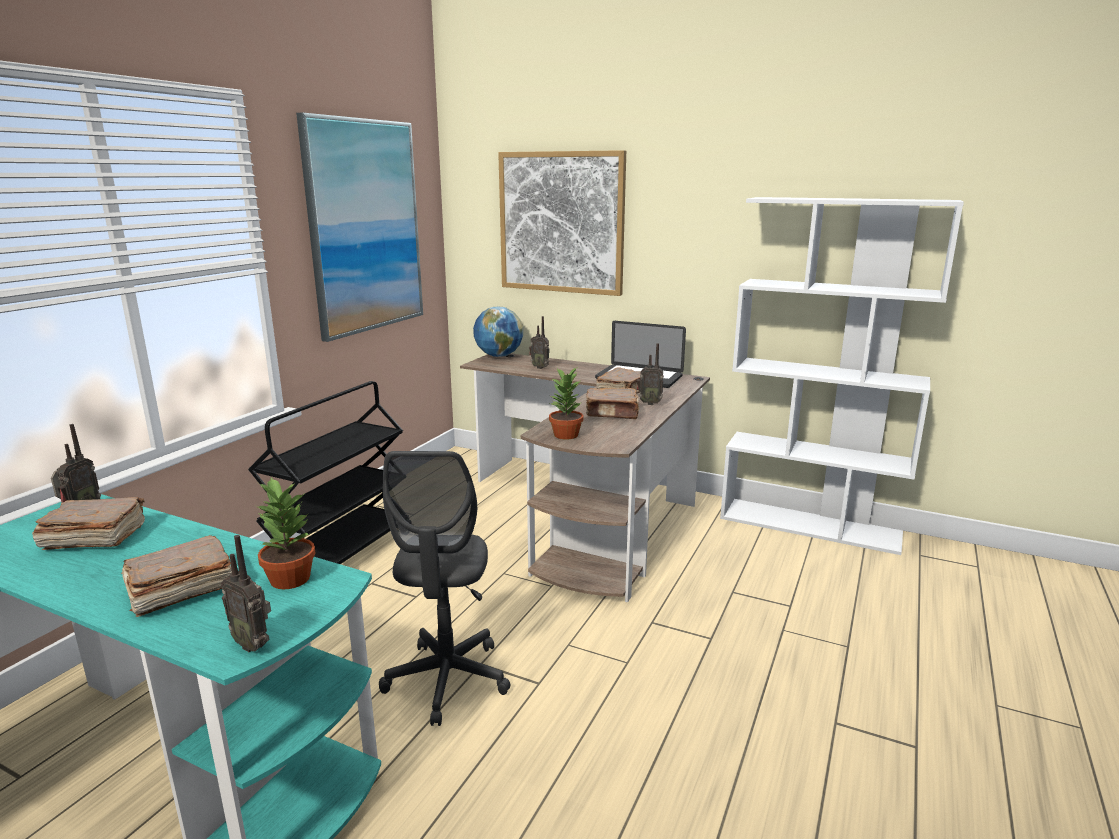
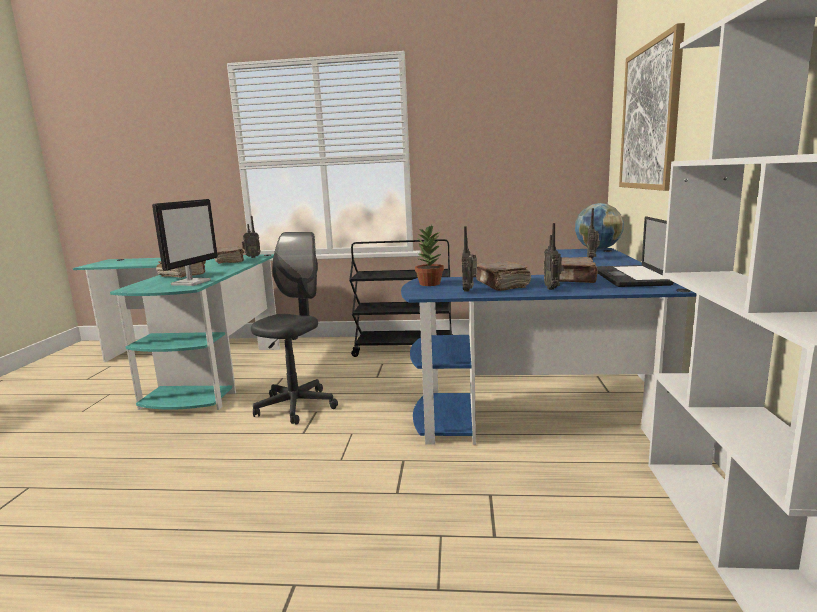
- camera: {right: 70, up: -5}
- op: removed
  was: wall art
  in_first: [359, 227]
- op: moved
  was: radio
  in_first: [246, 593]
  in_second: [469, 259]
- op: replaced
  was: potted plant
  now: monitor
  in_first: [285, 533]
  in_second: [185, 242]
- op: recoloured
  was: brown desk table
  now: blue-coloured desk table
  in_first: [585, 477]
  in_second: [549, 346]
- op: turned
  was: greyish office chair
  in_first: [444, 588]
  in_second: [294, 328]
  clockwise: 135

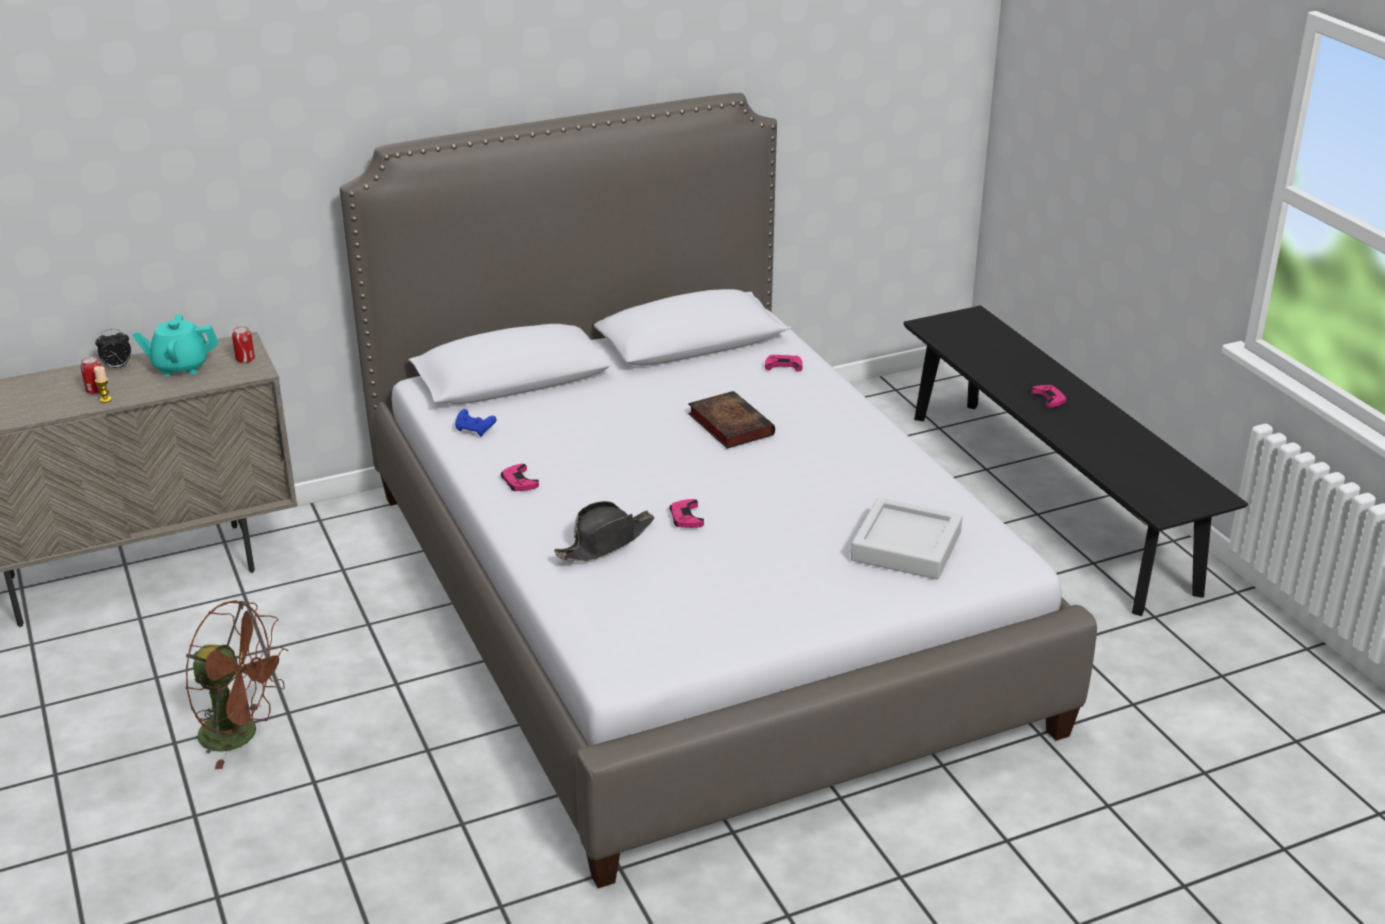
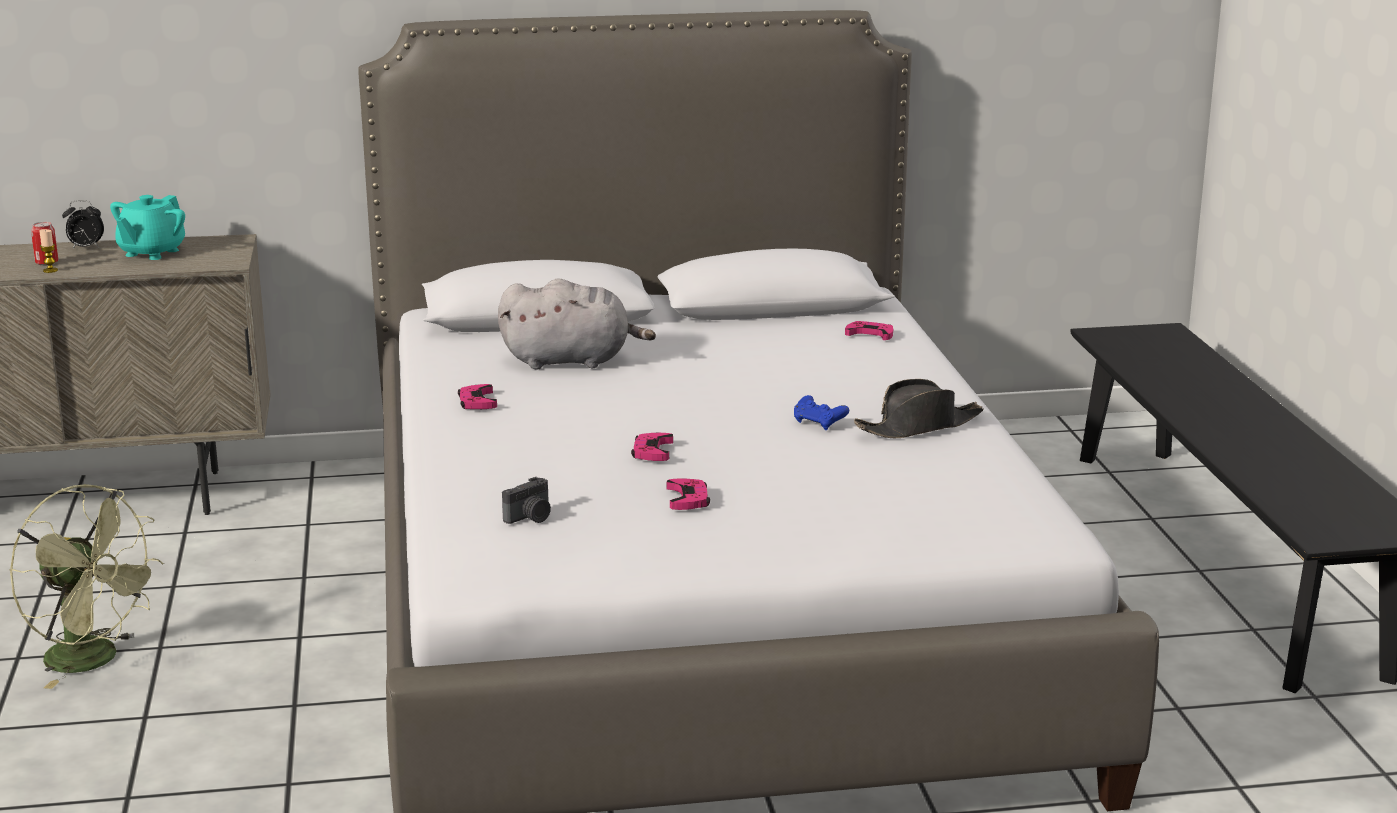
- camera: {right: 15, up: -10}
- op: removed
  was: metal can
  in_first: [243, 344]
- op: removed
  was: bound book
  in_first: [731, 420]
- op: removed
  was: greyish tray
  in_first: [907, 538]
- op: added
  now: greyish soft toy
  in_second: [577, 323]
- op: added
  now: still camera
  in_second: [526, 500]
- op: moved
  was: blue-coloured game controller
  in_first: [475, 422]
  in_second: [821, 412]
- op: moved
  was: black hat
  in_first: [604, 531]
  in_second: [919, 408]
- op: moved
  was: pink game controller
  in_first: [1049, 396]
  in_second: [688, 494]
- op: recoloured
  was: brown fan
  now: green fan
  in_first: [237, 684]
  in_second: [87, 586]
- op: turned
  was: turquoise tea pot
  in_first: [175, 345]
  in_second: [147, 227]
  clockwise: -75

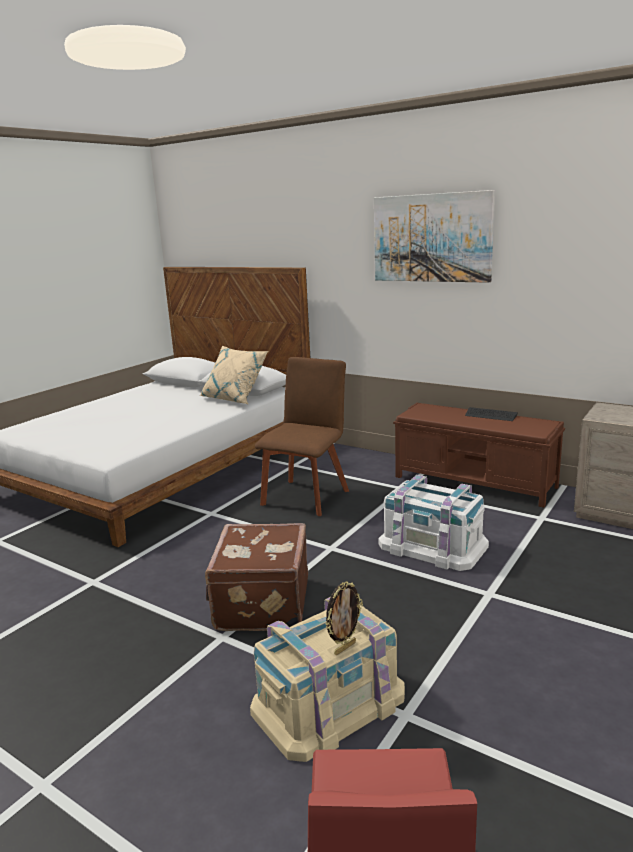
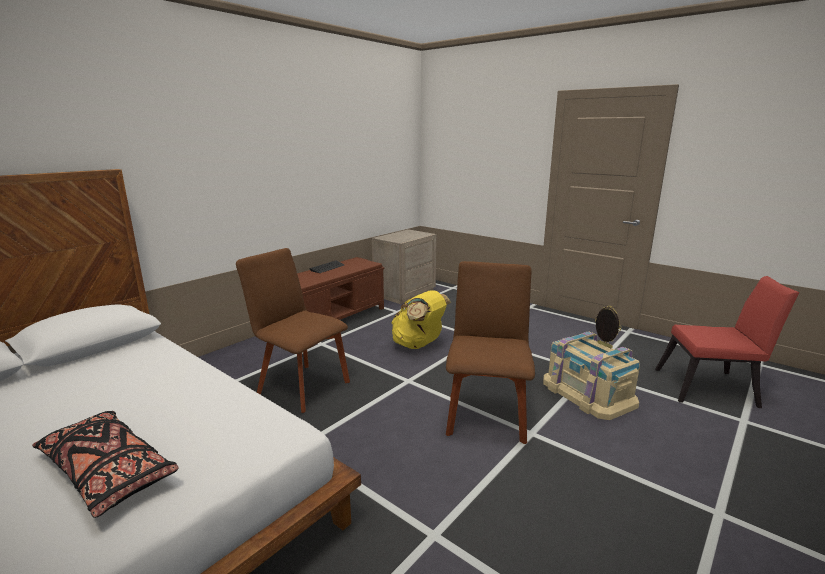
- camera: {right: -85, up: 0}
- op: removed
  was: sand-coloured pillow
  in_first: [233, 375]
- op: removed
  was: wall art
  in_first: [434, 236]
- op: added
  now: black pillow
  in_second: [105, 464]
- op: replaced
  was: brown piece of luggage
  now: brown upright chair
  in_first: [256, 577]
  in_second: [490, 352]
- op: replaced
  was: whitish storage bin
  now: yellow rucksack
  in_first: [434, 523]
  in_second: [421, 319]

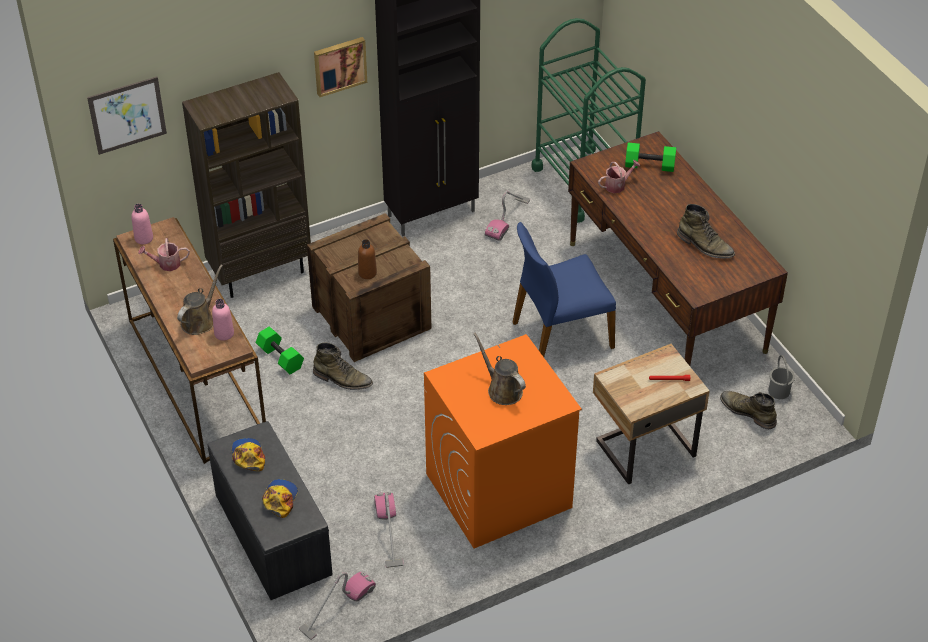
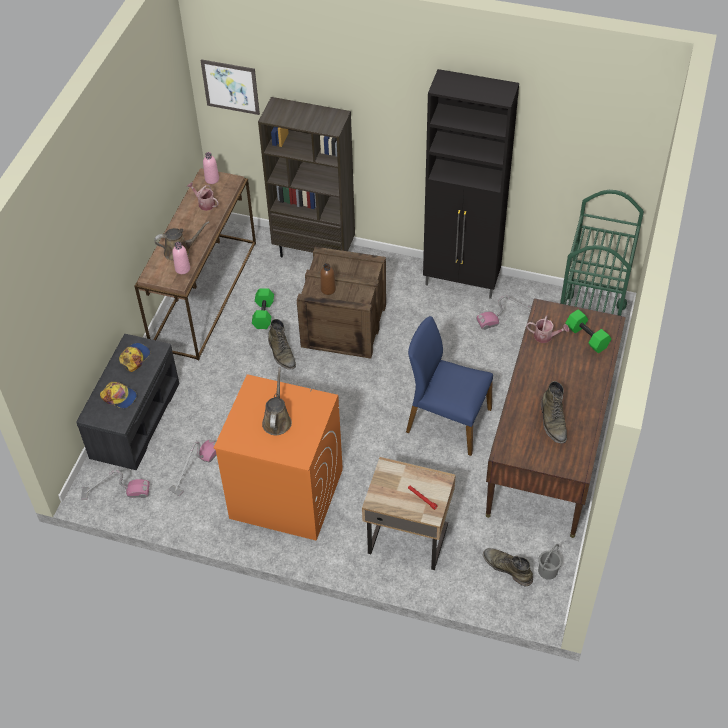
- camera: {right: 45, up: 5}
- op: removed
  was: wall art
  in_first: [340, 67]
- op: turned
  was: peaked cap
  in_first: [280, 498]
  in_second: [118, 395]
  clockwise: 60
- op: turned
  was: green boot
  in_first: [748, 410]
  in_second: [508, 567]
  clockwise: -45

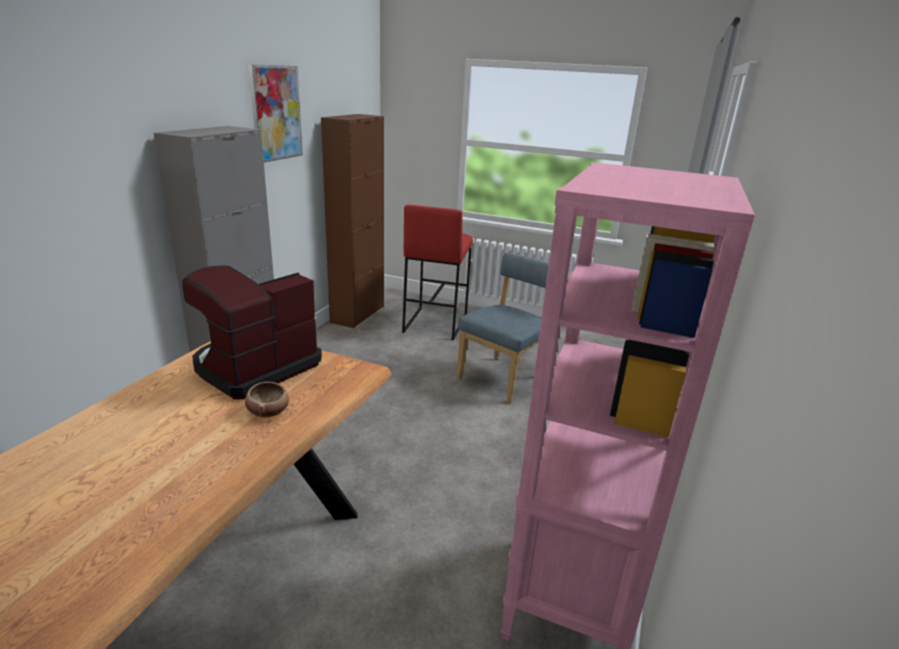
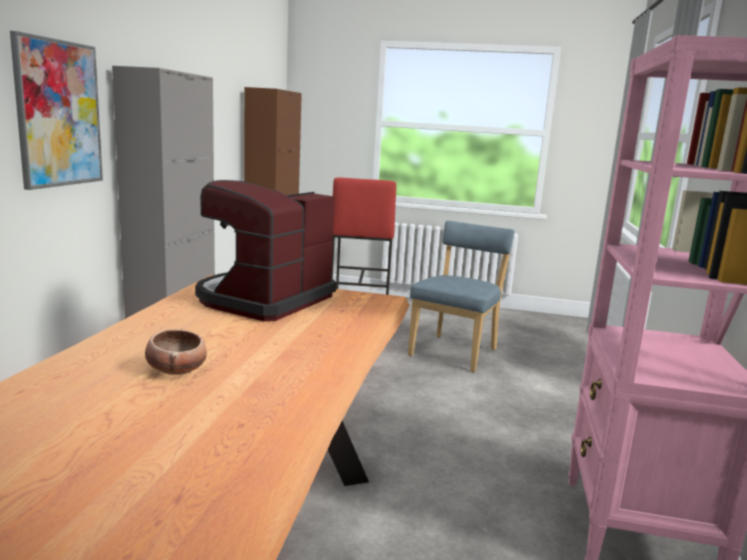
- camera: {right: -10, up: -10}
- op: moved
  was: deep dish
  in_first: [267, 400]
  in_second: [176, 352]
- op: moved
  was: wall art
  in_first: [275, 113]
  in_second: [56, 110]

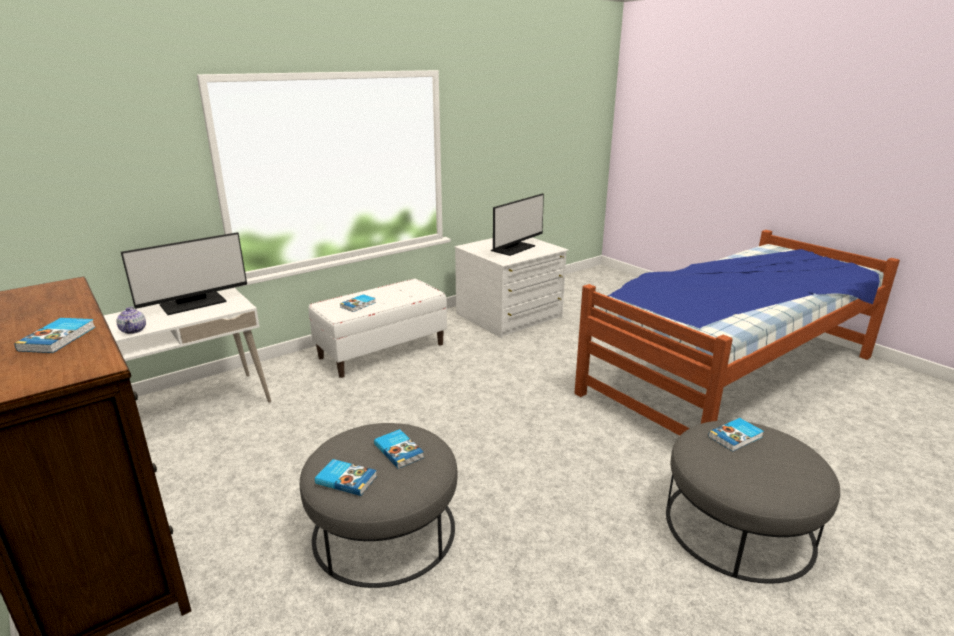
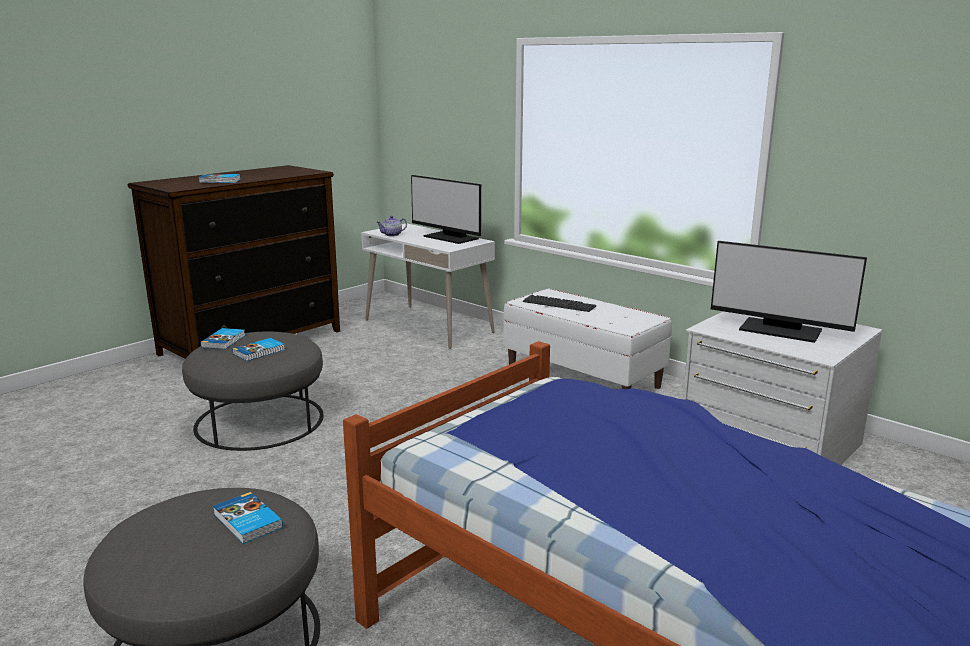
- camera: {right: 80, up: -5}
- op: replaced
  was: bound book
  now: PC keyboard
  in_first: [358, 303]
  in_second: [559, 303]

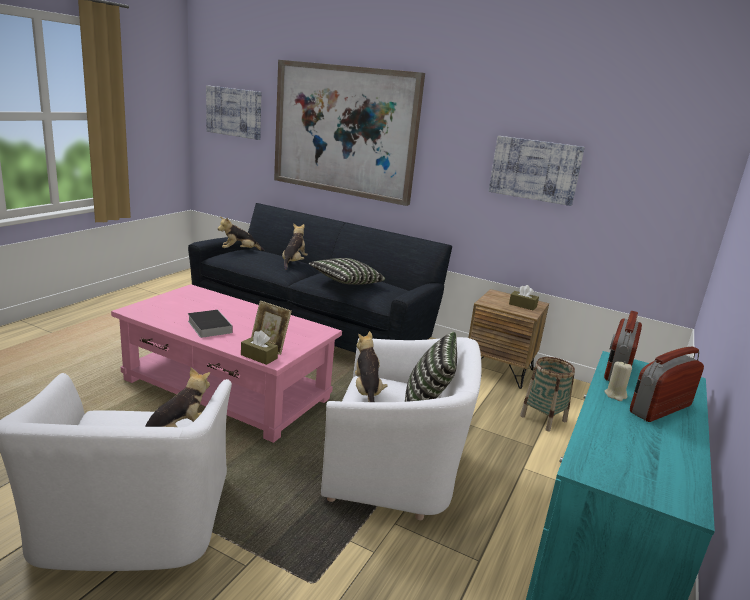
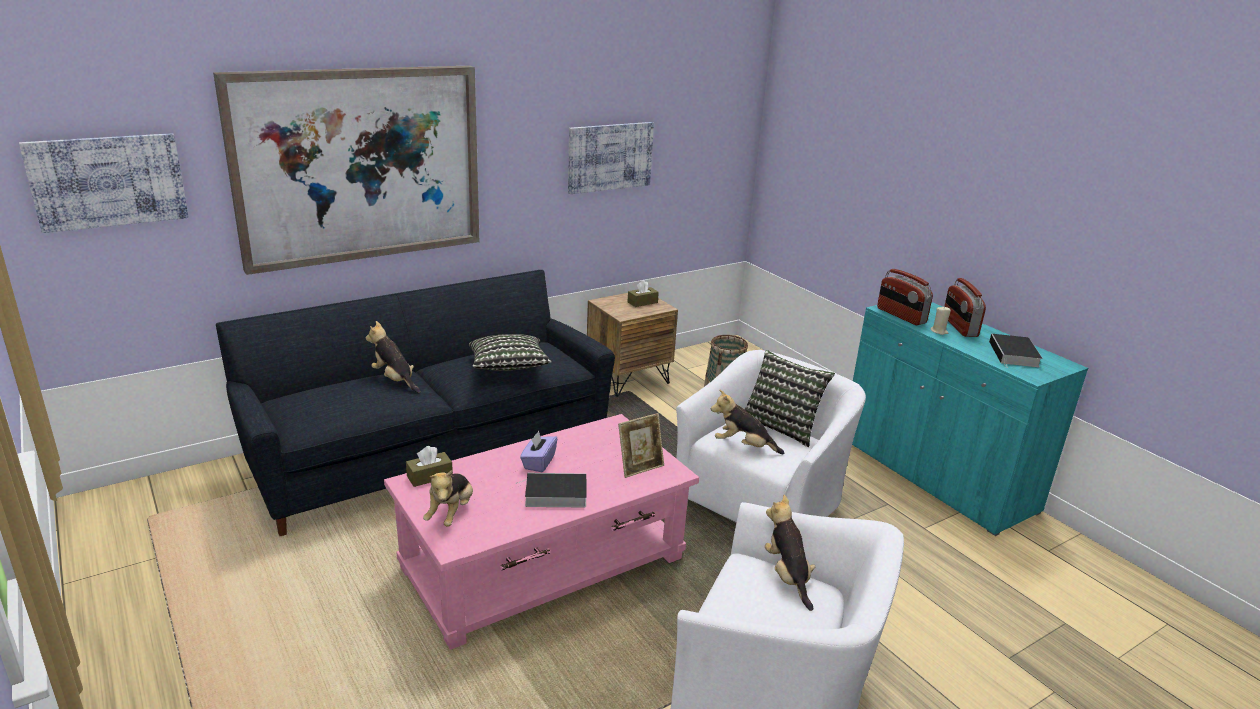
- camera: {right: -60, up: 5}
- op: added
  now: purple-coloured tissue holder
  in_second: [538, 451]
- op: added
  now: bound book
  in_second: [1015, 351]
- op: moved
  was: soft toy
  in_first: [241, 234]
  in_second: [448, 498]
- op: moved
  was: brown tissue holder
  in_first: [259, 347]
  in_second: [429, 466]

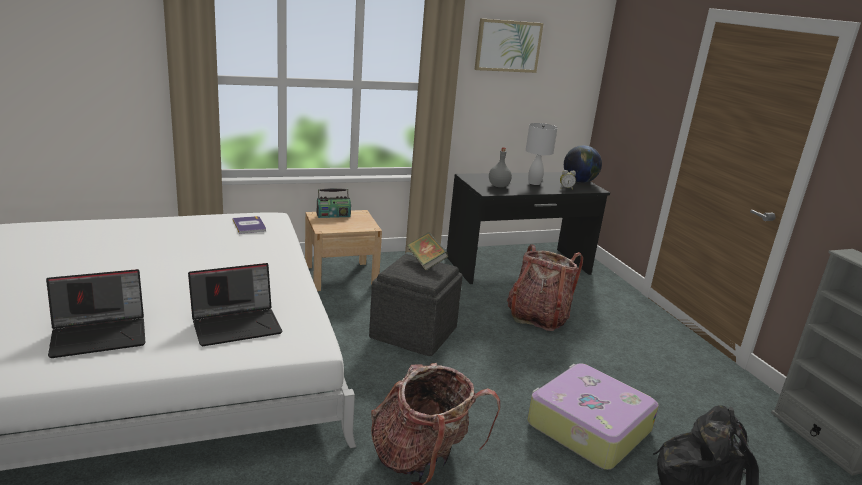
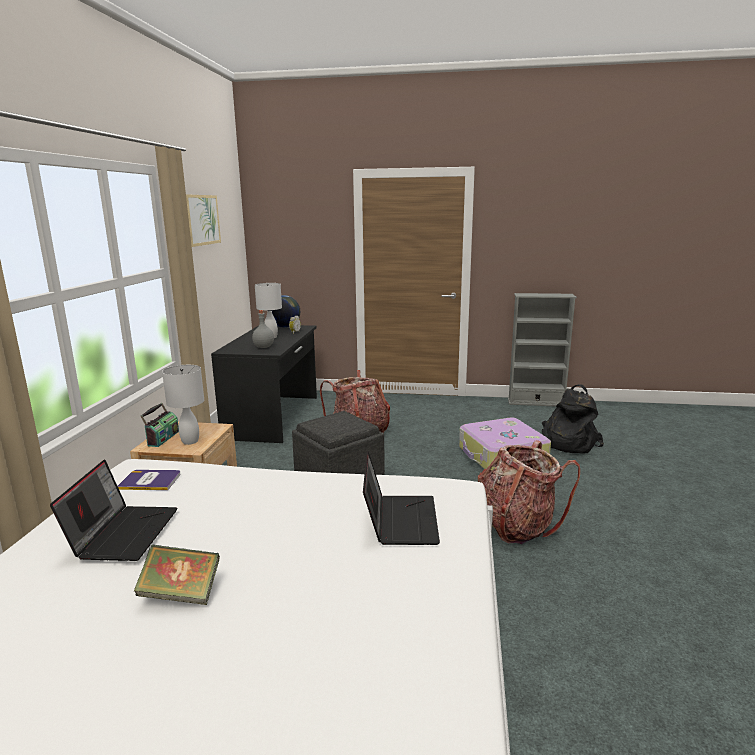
- camera: {right: -60, up: -5}
- op: added
  now: whitish table lamp
  in_second: [183, 405]
- op: moved
  was: notebook computer
  in_first: [95, 313]
  in_second: [114, 510]
- op: moved
  was: bound book
  in_first: [427, 251]
  in_second: [177, 574]

